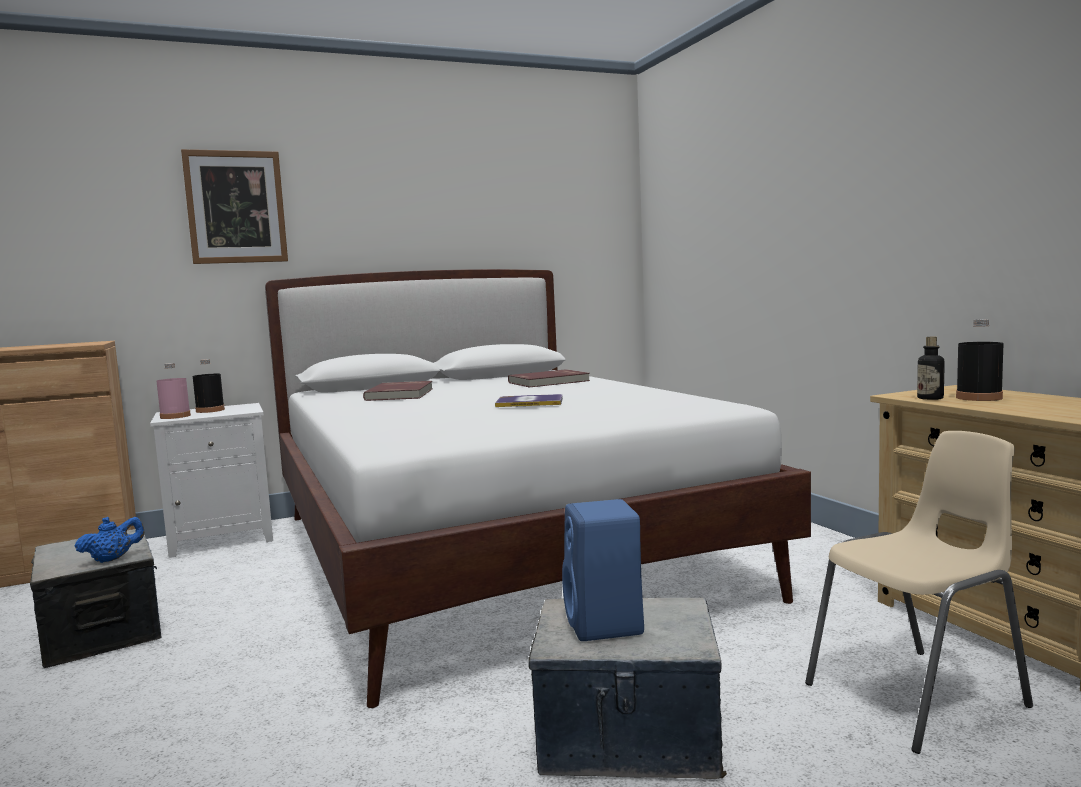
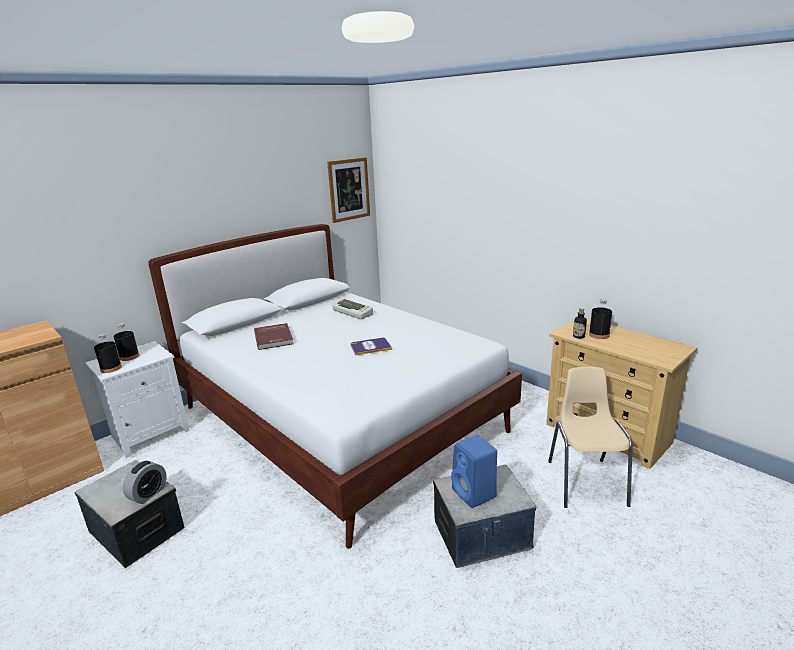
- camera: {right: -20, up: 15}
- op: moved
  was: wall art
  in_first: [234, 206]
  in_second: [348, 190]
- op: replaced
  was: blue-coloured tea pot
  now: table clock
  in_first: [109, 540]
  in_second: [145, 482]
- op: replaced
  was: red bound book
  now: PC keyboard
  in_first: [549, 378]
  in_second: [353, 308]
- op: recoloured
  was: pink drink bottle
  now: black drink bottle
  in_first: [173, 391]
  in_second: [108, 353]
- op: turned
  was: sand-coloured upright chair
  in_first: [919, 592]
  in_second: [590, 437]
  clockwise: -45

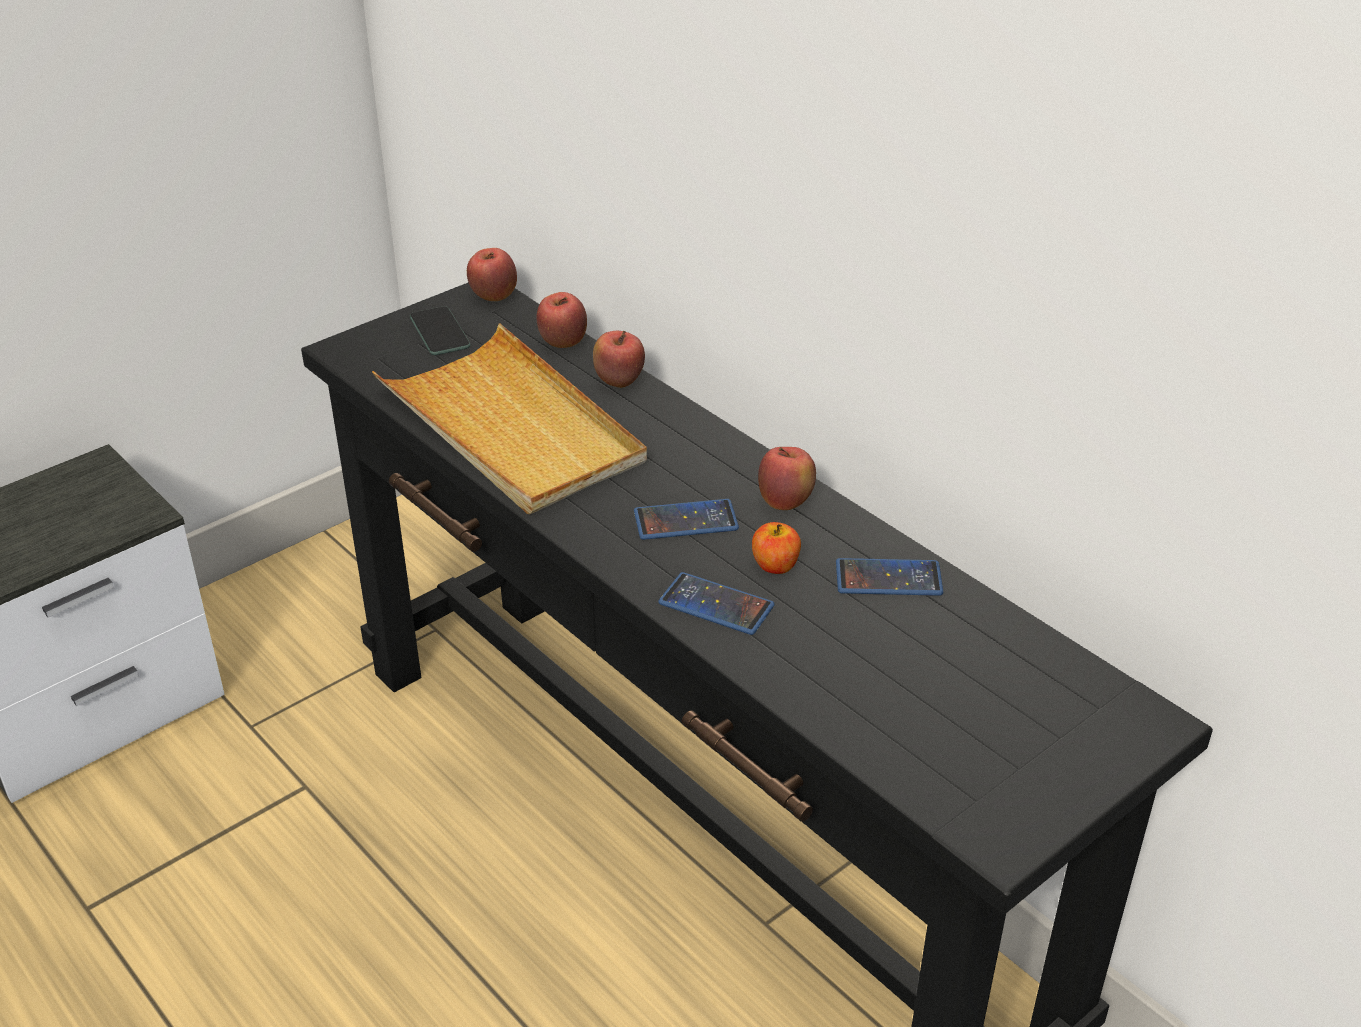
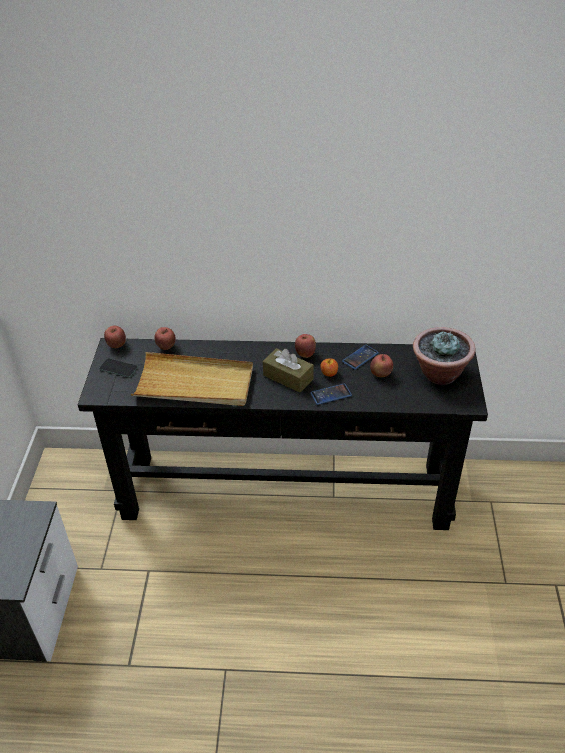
- camera: {right: -45, up: 5}
- op: added
  now: potted plant
  in_second: [444, 356]
- op: moved
  was: whole apple
  in_first: [619, 359]
  in_second: [381, 365]
- op: replaced
  was: telephone
  now: brown tissue holder
  in_first: [686, 519]
  in_second: [288, 370]

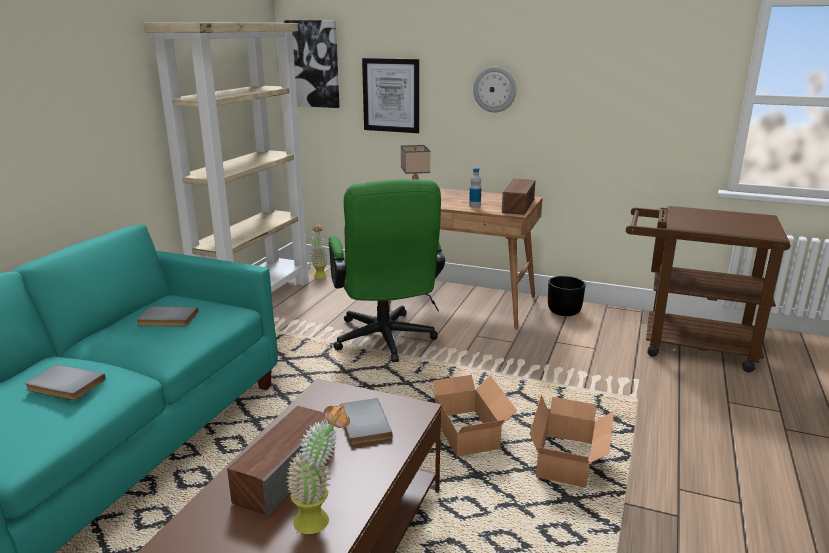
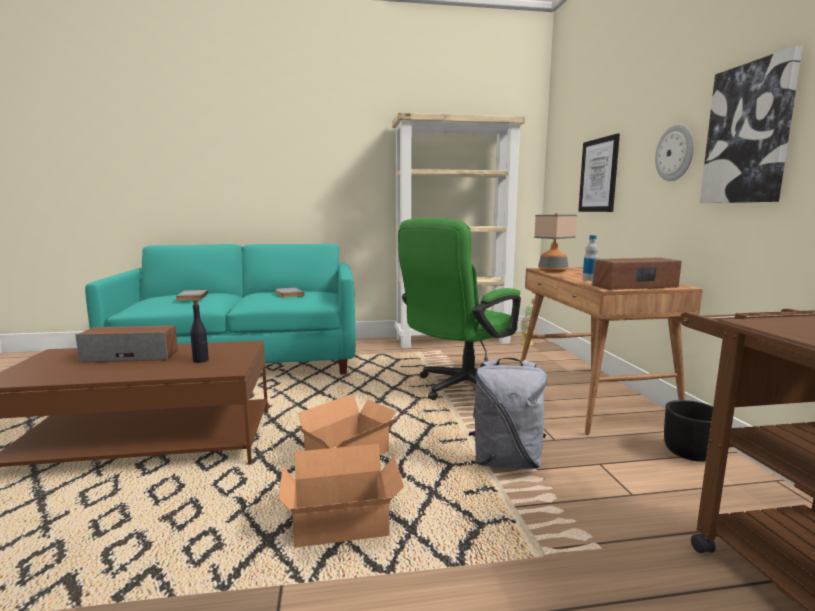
- camera: {right: 60, up: -10}
- op: removed
  was: potted plant
  in_first: [318, 469]
- op: added
  now: greyish rucksack
  in_second: [508, 413]
- op: moved
  was: wall art
  in_first: [311, 64]
  in_second: [751, 124]
- op: replaced
  was: greyish bound book
  now: black drink bottle
  in_first: [366, 421]
  in_second: [199, 331]

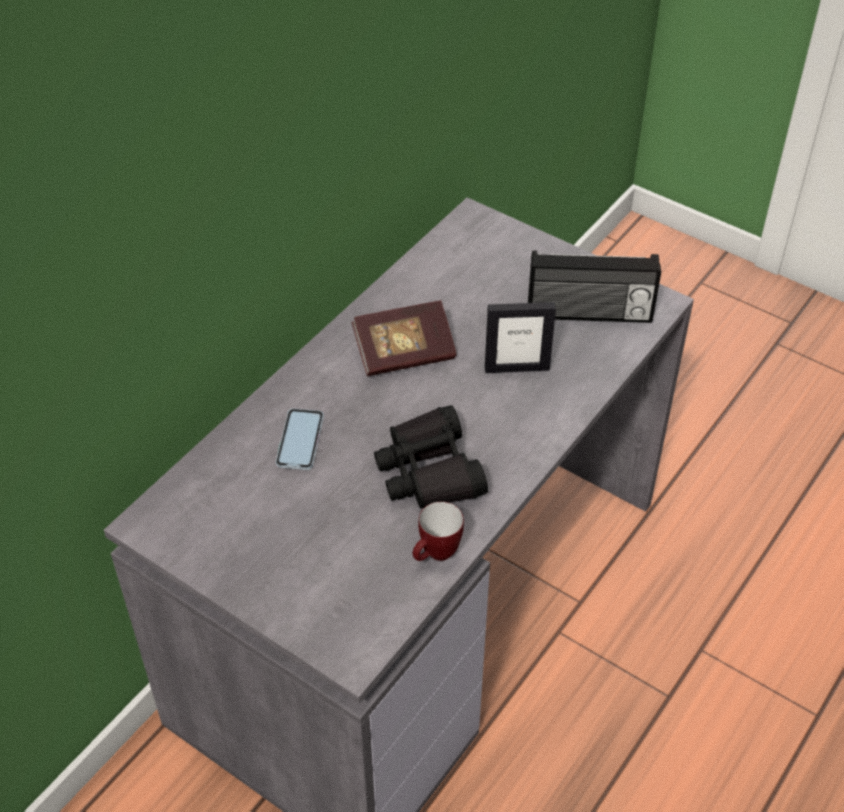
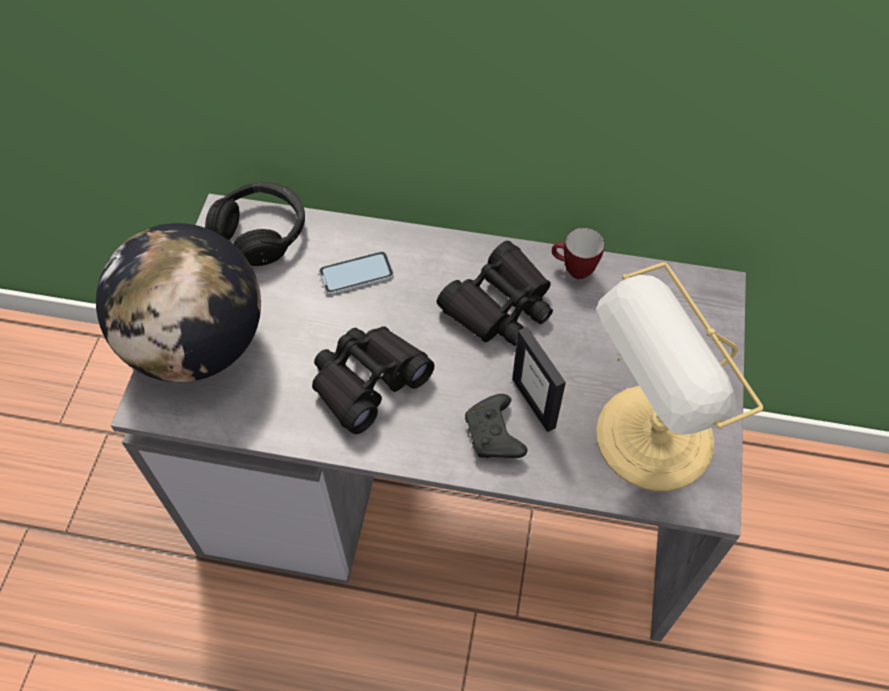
- camera: {right: 65, up: 10}
- op: added
  now: desk globe
  in_second: [178, 302]
- op: added
  now: black headset
  in_second: [255, 224]
- op: added
  now: black game controller
  in_second: [496, 426]
- op: moved
  was: tea mug
  in_first: [438, 531]
  in_second: [578, 253]
- op: replaced
  was: bound book
  now: black field glasses
  in_first: [403, 338]
  in_second: [495, 293]
- op: replaced
  was: radio
  now: table lamp
  in_first: [594, 286]
  in_second: [679, 376]

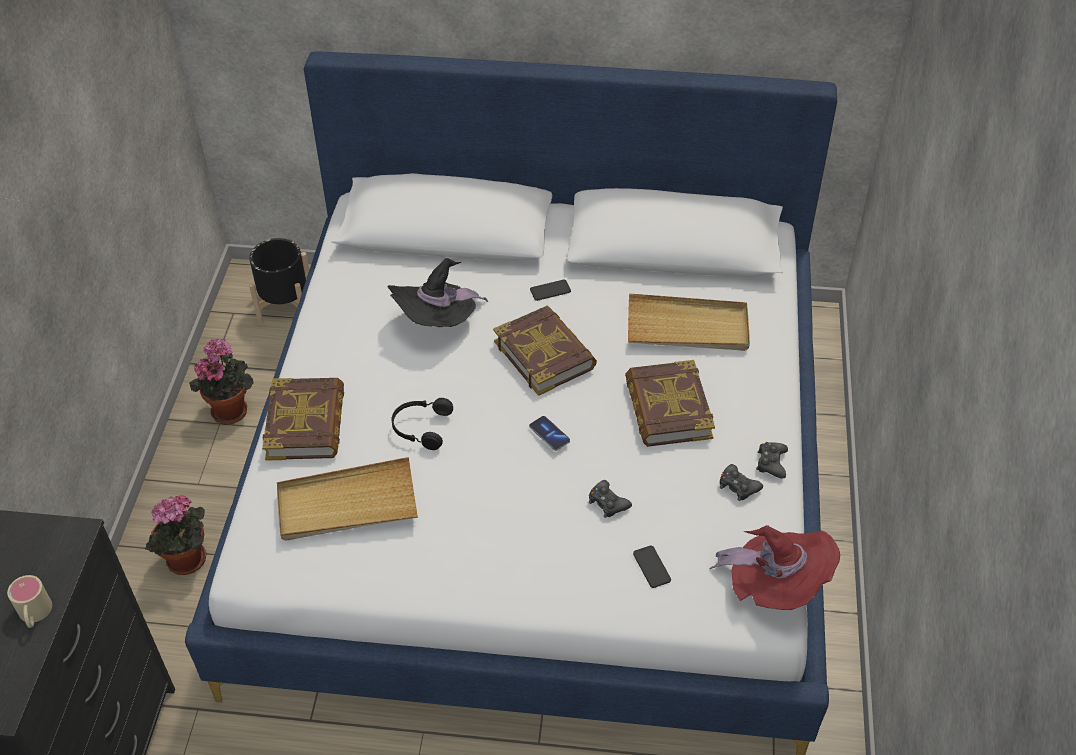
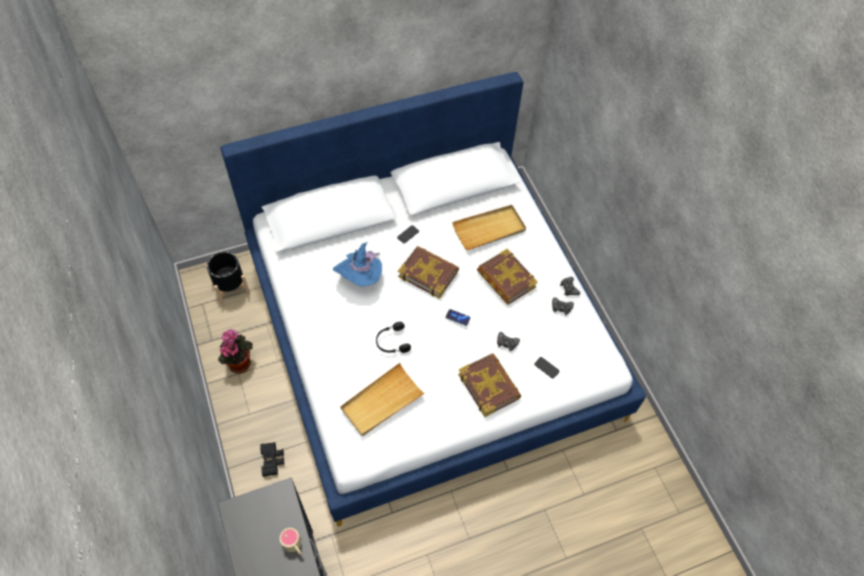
- camera: {right: -30, up: 10}
- op: removed
  was: red hat
  in_first: [775, 567]
- op: moved
  was: bound book
  in_first: [303, 419]
  in_second: [489, 385]
- op: replaced
  was: potted plant
  now: black field glasses
  in_first: [175, 535]
  in_second: [272, 459]
- op: recoloured
  was: black hat
  now: blue-coloured hat
  in_first: [438, 292]
  in_second: [357, 263]

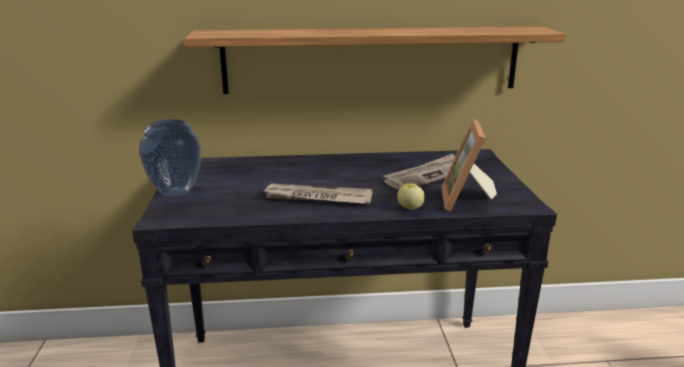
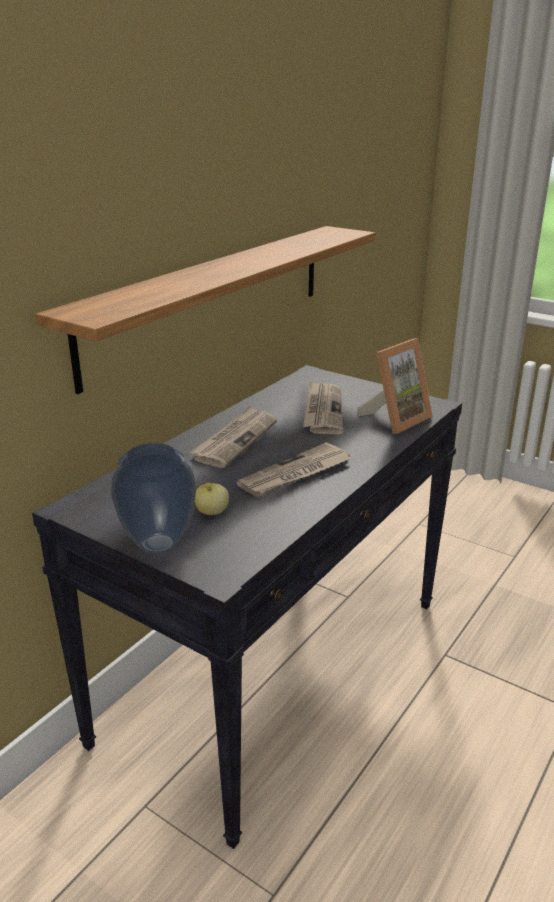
- camera: {right: -50, up: 5}
- op: added
  now: daily paper
  in_second: [233, 437]
- op: moved
  was: whole apple
  in_first: [411, 196]
  in_second: [212, 499]
- op: turned
  was: picture frame
  in_first: [469, 165]
  in_second: [395, 386]
  clockwise: -90

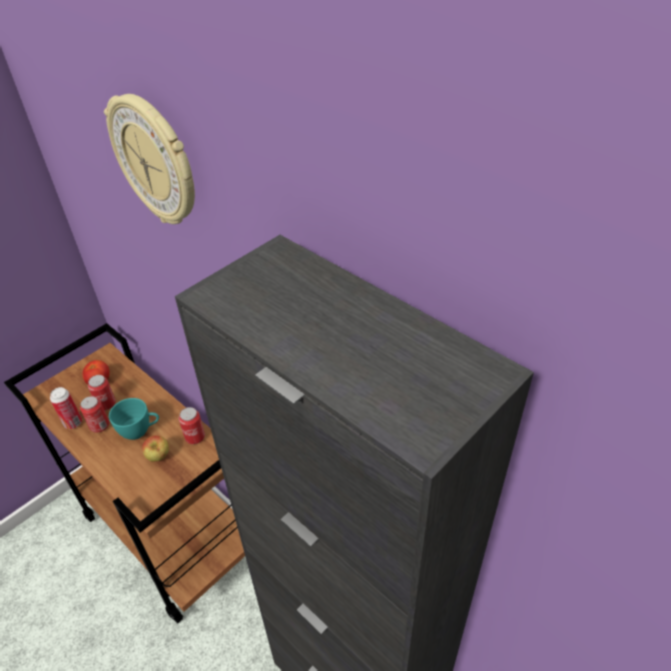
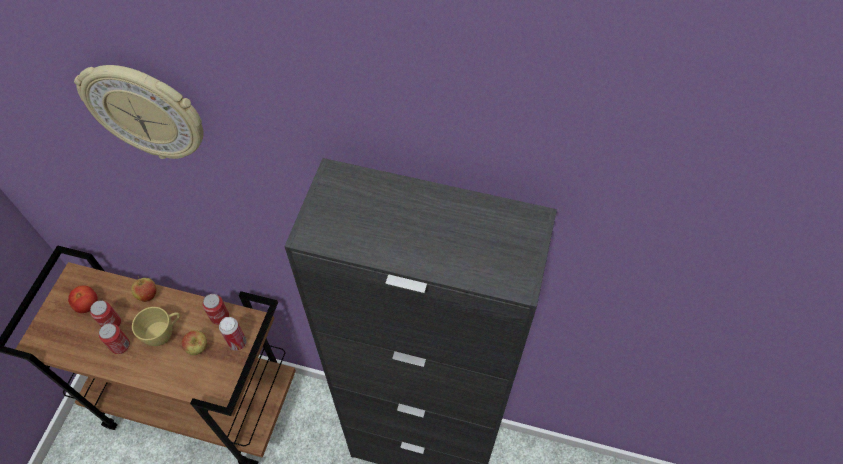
- camera: {right: -30, up: 15}
- op: added
  now: whole apple
  in_second: [144, 289]
- op: moved
  was: metal can
  in_first: [66, 408]
  in_second: [233, 334]
- op: recoloured
  was: turquoise small cup
  now: yellow small cup
  in_first: [134, 419]
  in_second: [156, 326]

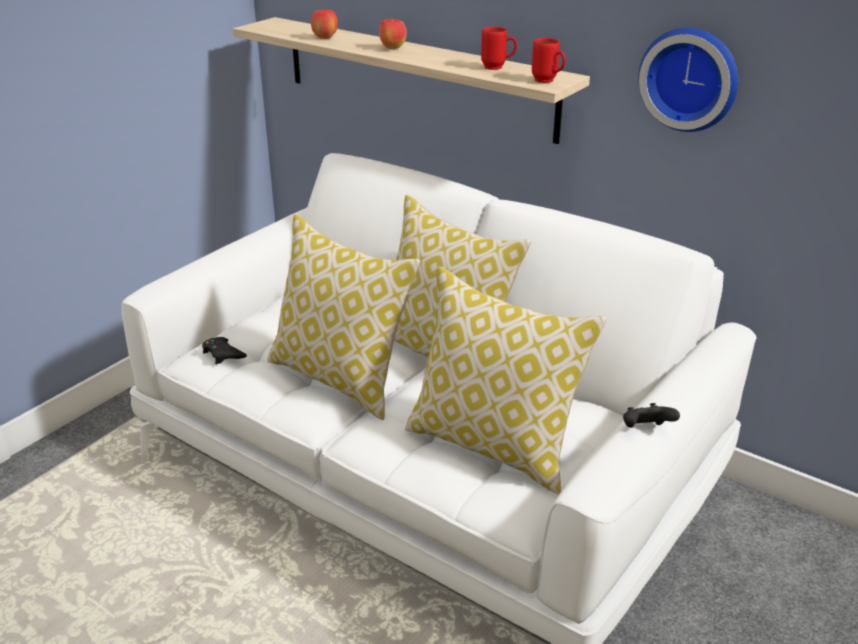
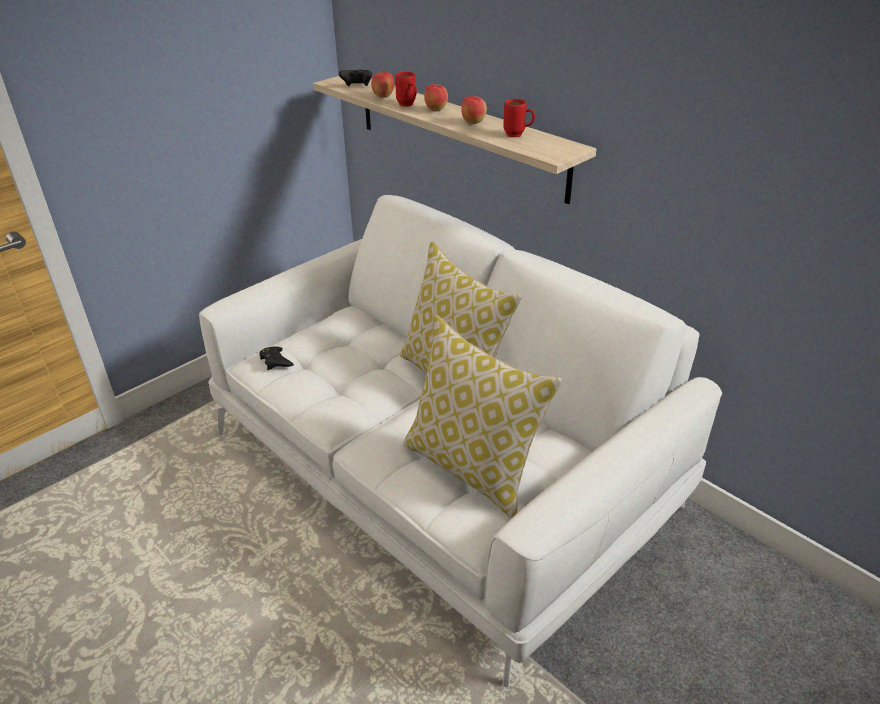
- camera: {right: 10, up: 5}
- op: removed
  was: pillow
  in_first: [344, 317]
- op: removed
  was: hanging clock
  in_first: [688, 80]
- op: added
  now: whole apple
  in_second: [474, 110]
- op: moved
  was: red tea mug
  in_first: [549, 60]
  in_second: [406, 89]
- op: moved
  was: black game controller
  in_first: [651, 415]
  in_second: [355, 77]

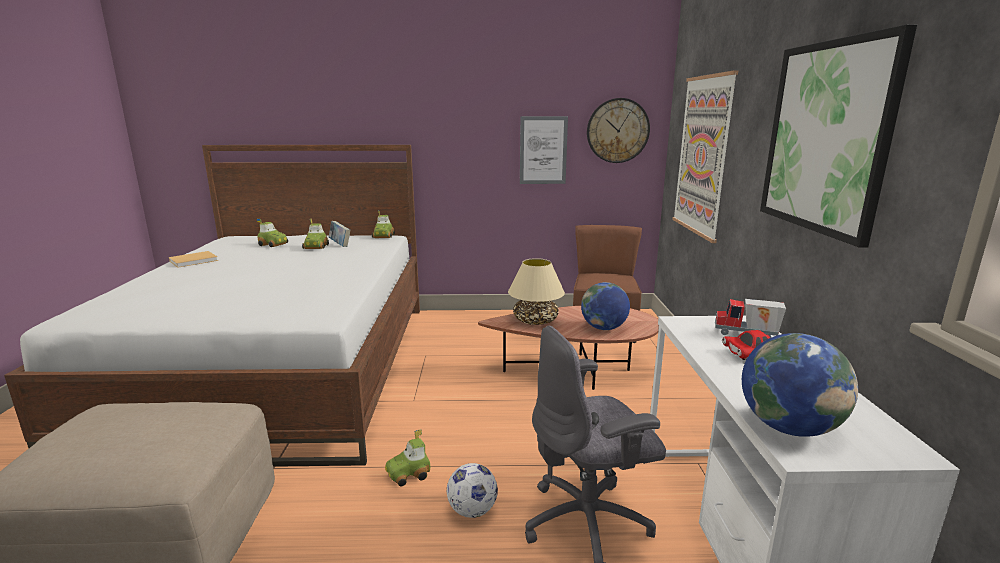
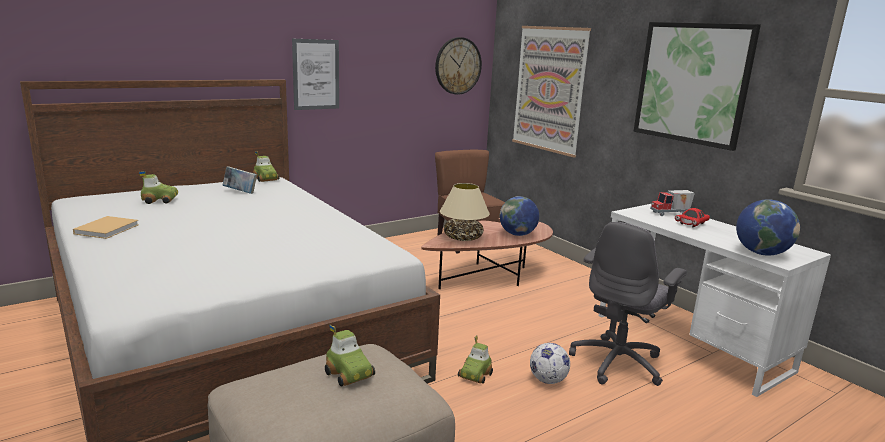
- camera: {right: -35, up: 0}
- op: moved
  was: miniature car
  in_first: [315, 234]
  in_second: [350, 356]
- op: moved
  was: wall art
  in_first: [544, 150]
  in_second: [315, 74]

